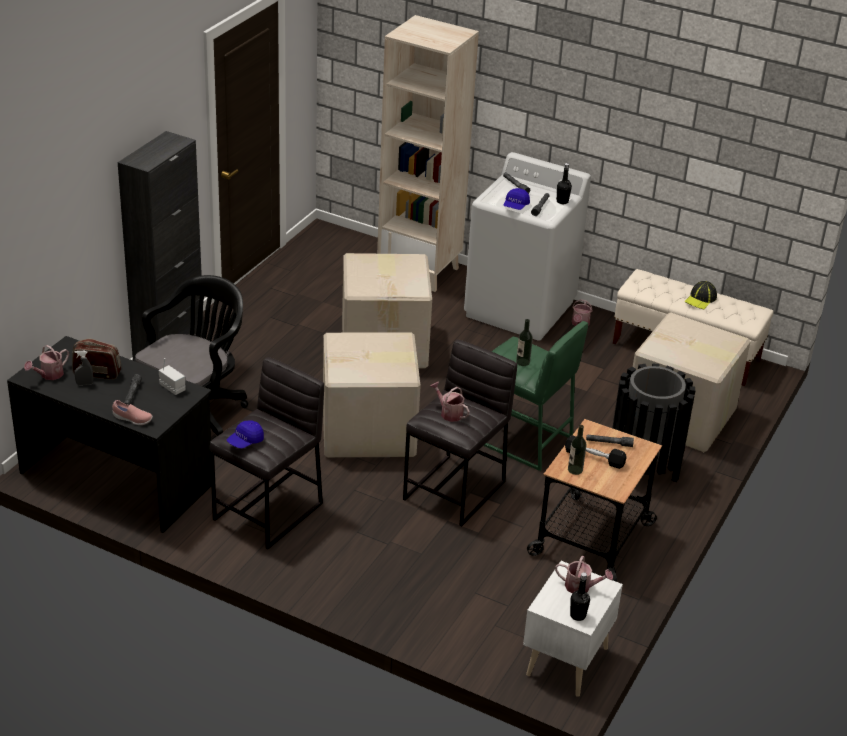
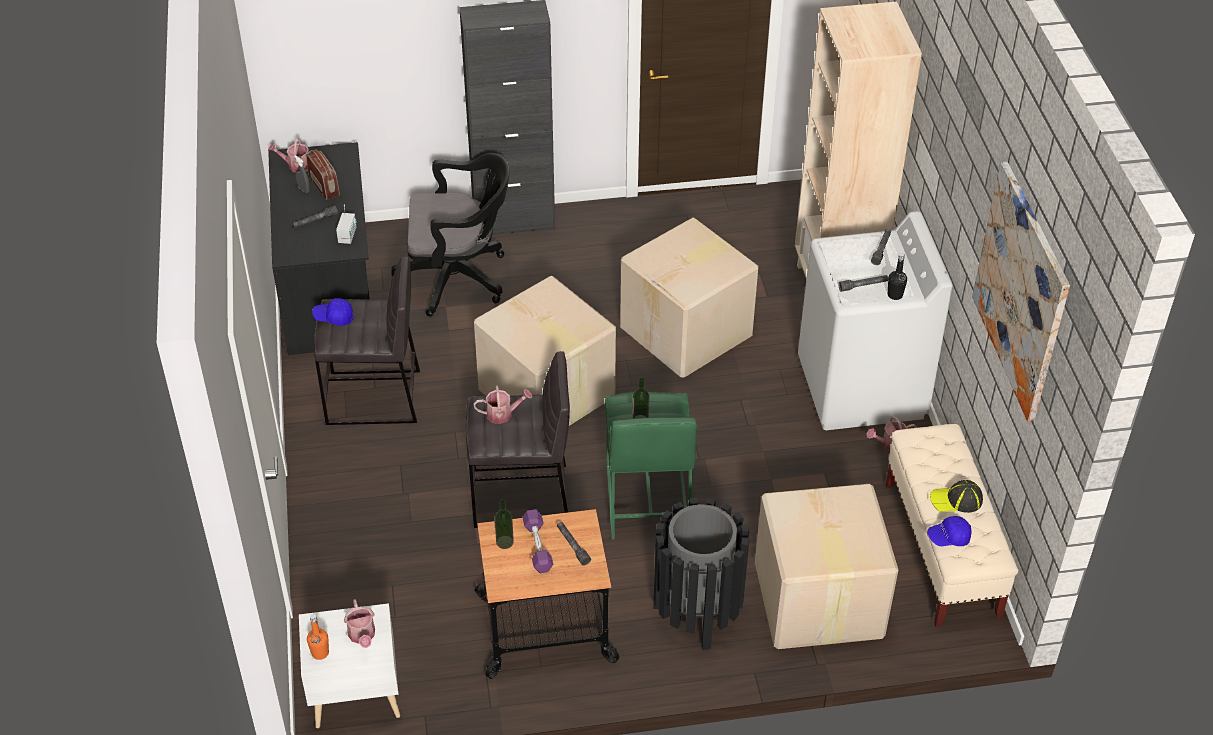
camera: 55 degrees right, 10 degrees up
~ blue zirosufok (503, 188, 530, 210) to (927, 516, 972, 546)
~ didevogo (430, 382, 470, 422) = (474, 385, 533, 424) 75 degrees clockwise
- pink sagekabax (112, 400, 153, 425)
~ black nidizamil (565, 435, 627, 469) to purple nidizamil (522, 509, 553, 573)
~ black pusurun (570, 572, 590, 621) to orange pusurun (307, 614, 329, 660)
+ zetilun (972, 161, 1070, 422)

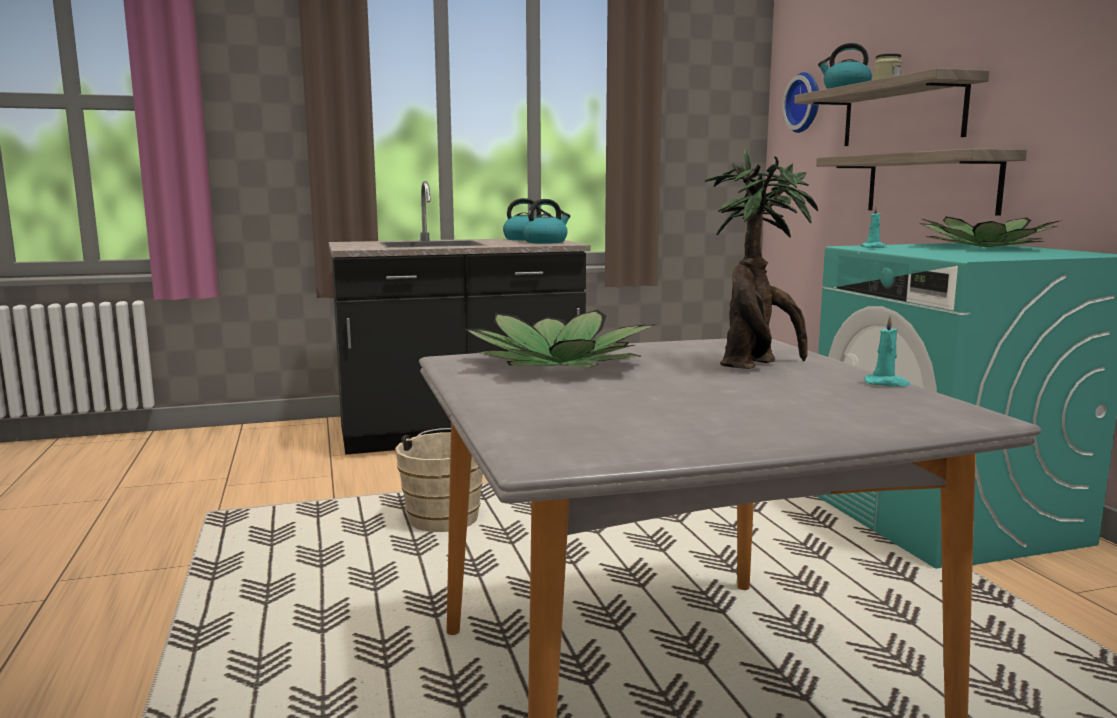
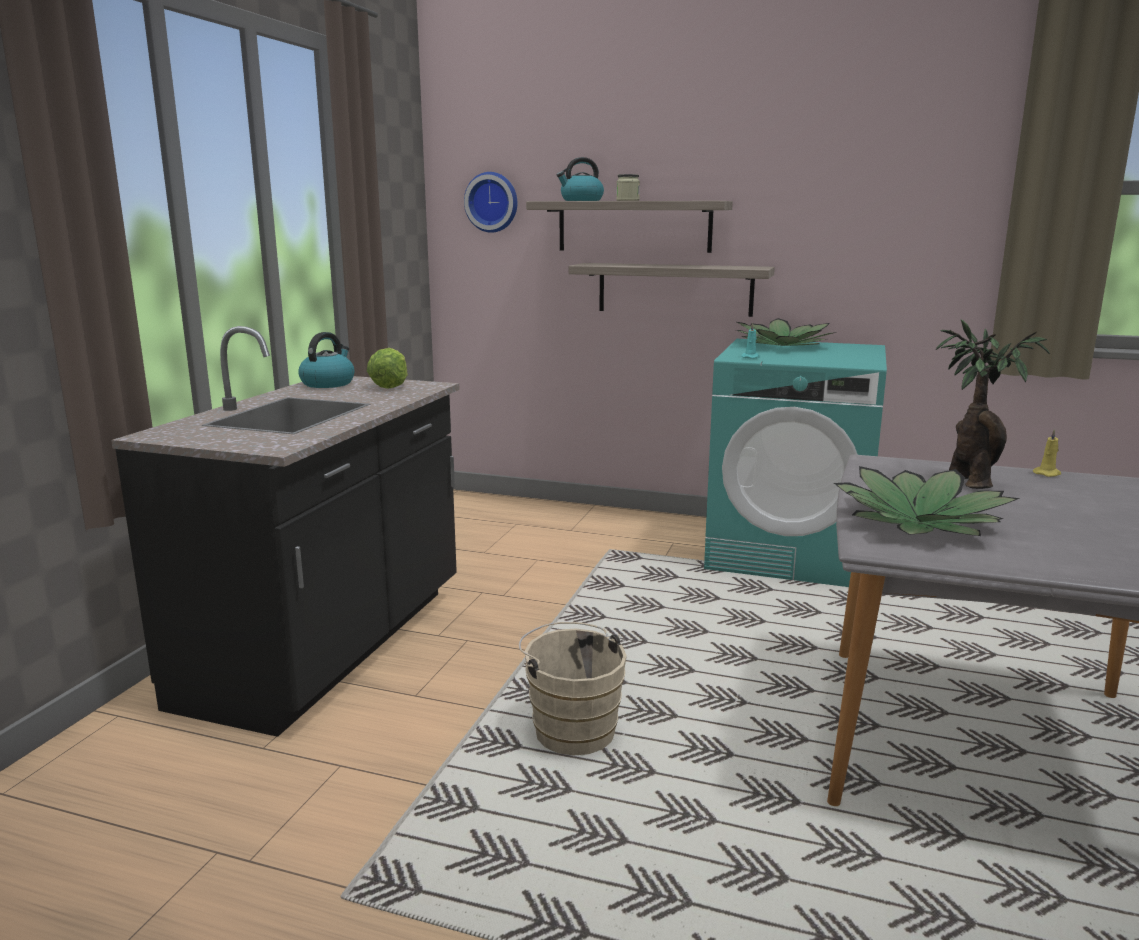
camera: 55 degrees left, 5 degrees up
~ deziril (523, 199, 570, 244) to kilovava (367, 348, 408, 389)
~ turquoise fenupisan (864, 315, 910, 387) to yellow fenupisan (1033, 429, 1061, 477)

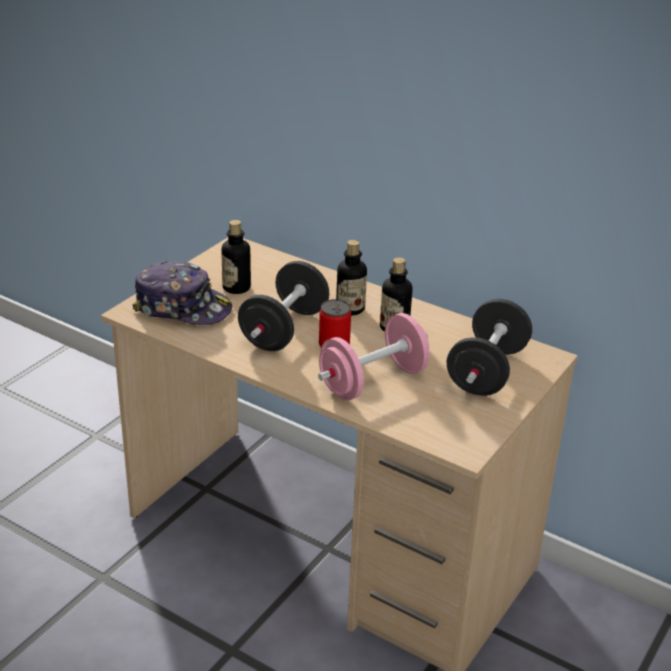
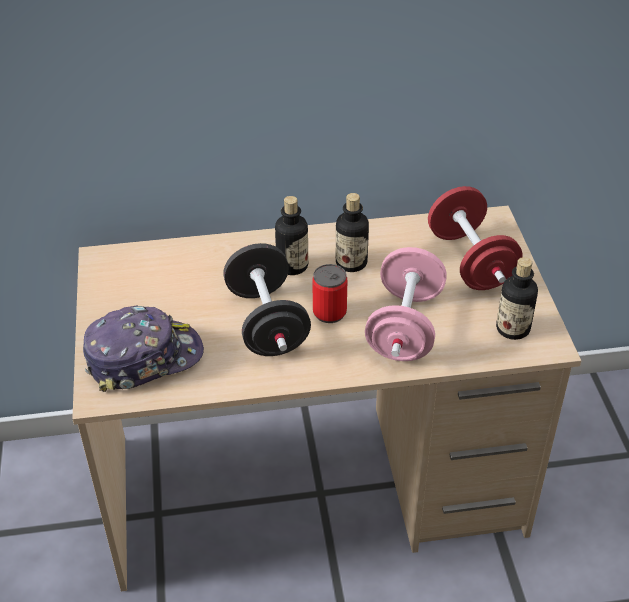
camera: 40 degrees left, 10 degrees up
~ pusurun (221, 220, 251, 294) to (496, 257, 538, 340)
~ black nidizamil (447, 299, 532, 396) to red nidizamil (428, 186, 523, 290)

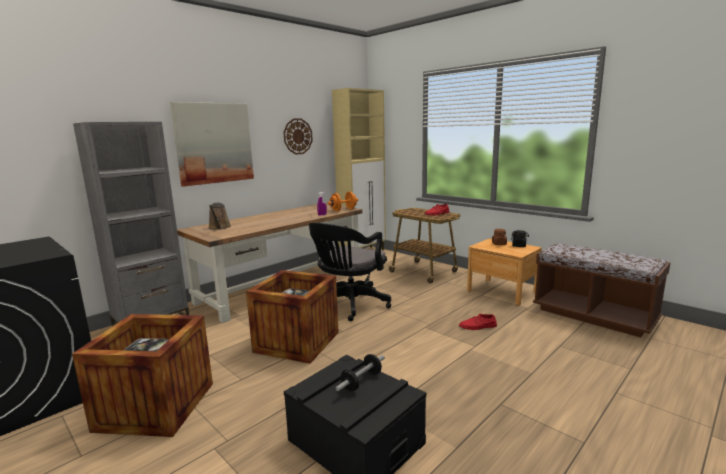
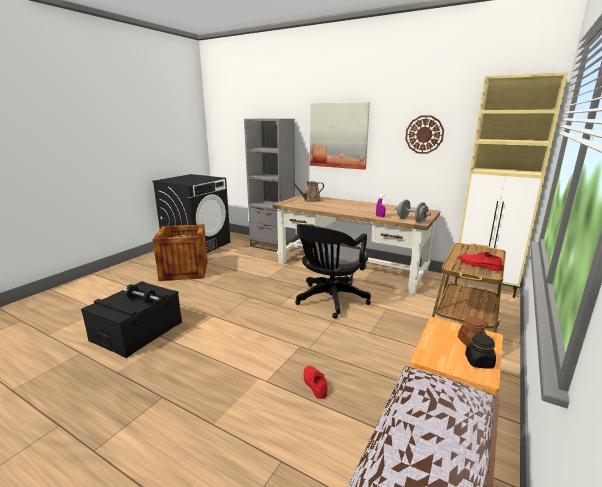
camera: 75 degrees right, 5 degrees up
~ orange nidizamil (328, 192, 358, 211) to grey nidizamil (395, 200, 431, 223)
~ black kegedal (309, 223, 391, 321) = (295, 224, 371, 319) 75 degrees counterclockwise
- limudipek (246, 270, 339, 364)

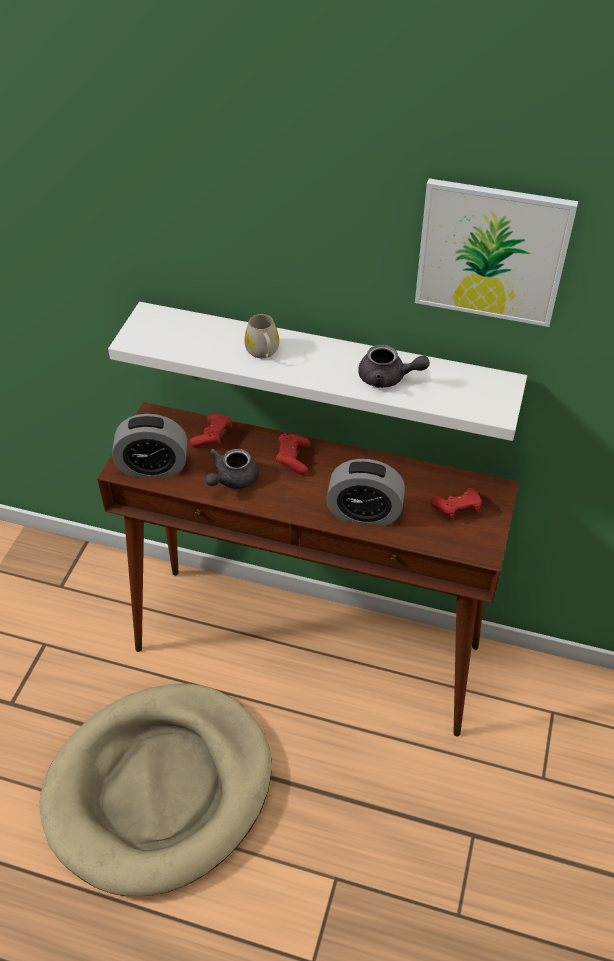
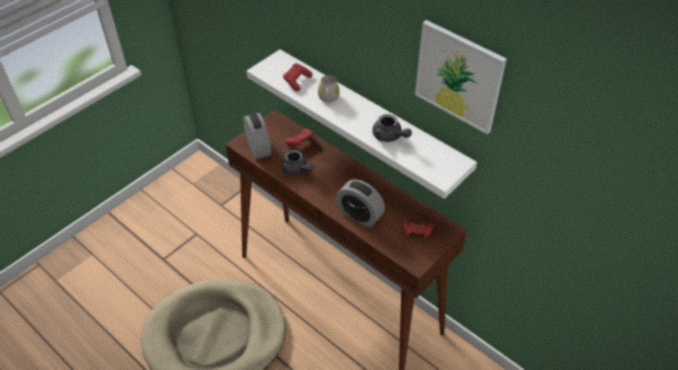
camera: 25 degrees right, 0 degrees up
~ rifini (112, 414, 187, 477) = (243, 113, 271, 159) 135 degrees counterclockwise
~ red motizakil (276, 433, 310, 475) to (283, 63, 313, 91)
~ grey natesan (205, 449, 259, 489) = (281, 150, 313, 175) 105 degrees counterclockwise

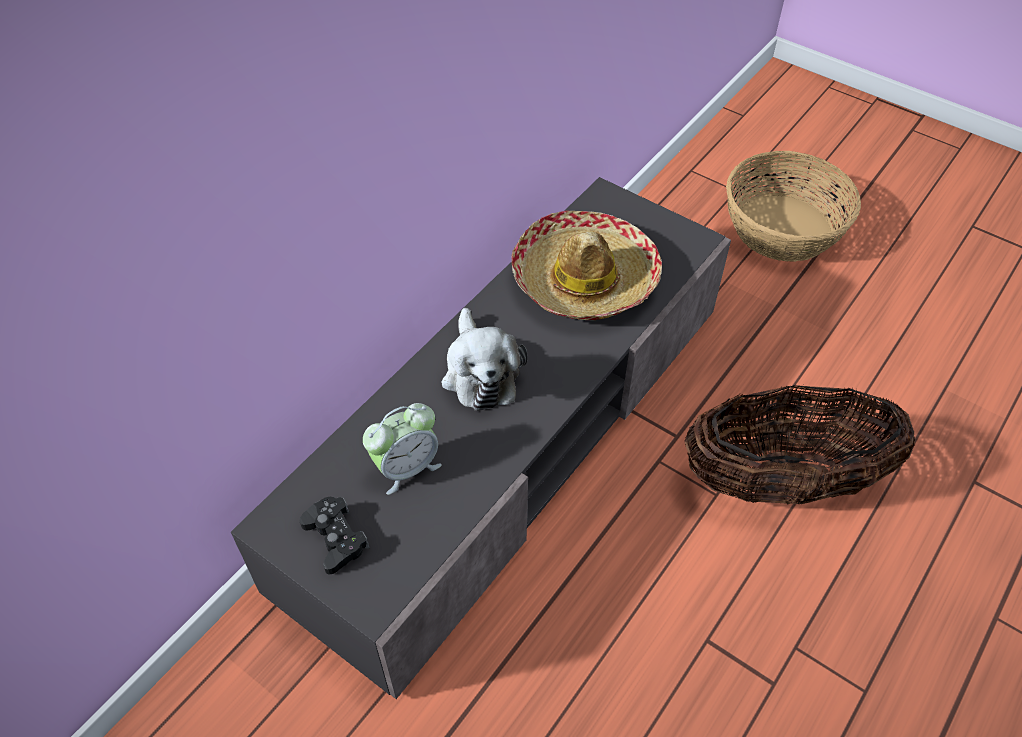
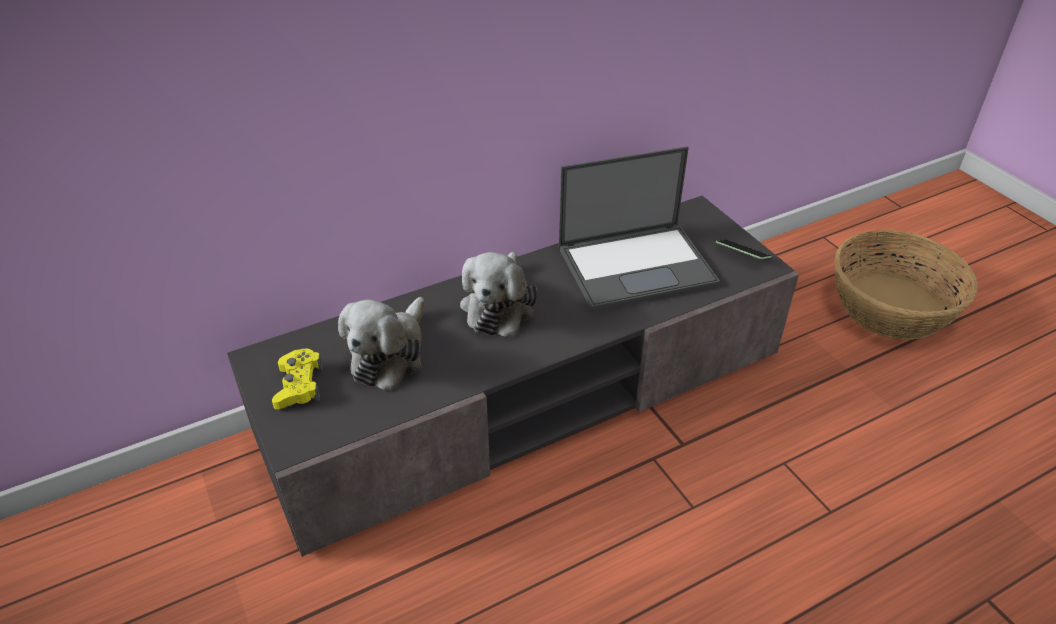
camera: 25 degrees right, 10 degrees down
~ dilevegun (511, 210, 662, 320) to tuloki (559, 146, 720, 312)
- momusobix (684, 385, 915, 504)
~ rifini (363, 403, 442, 495) to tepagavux (338, 297, 425, 391)
~ black motizakil (300, 497, 370, 575) to yellow motizakil (272, 348, 323, 409)
+ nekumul (716, 240, 772, 259)

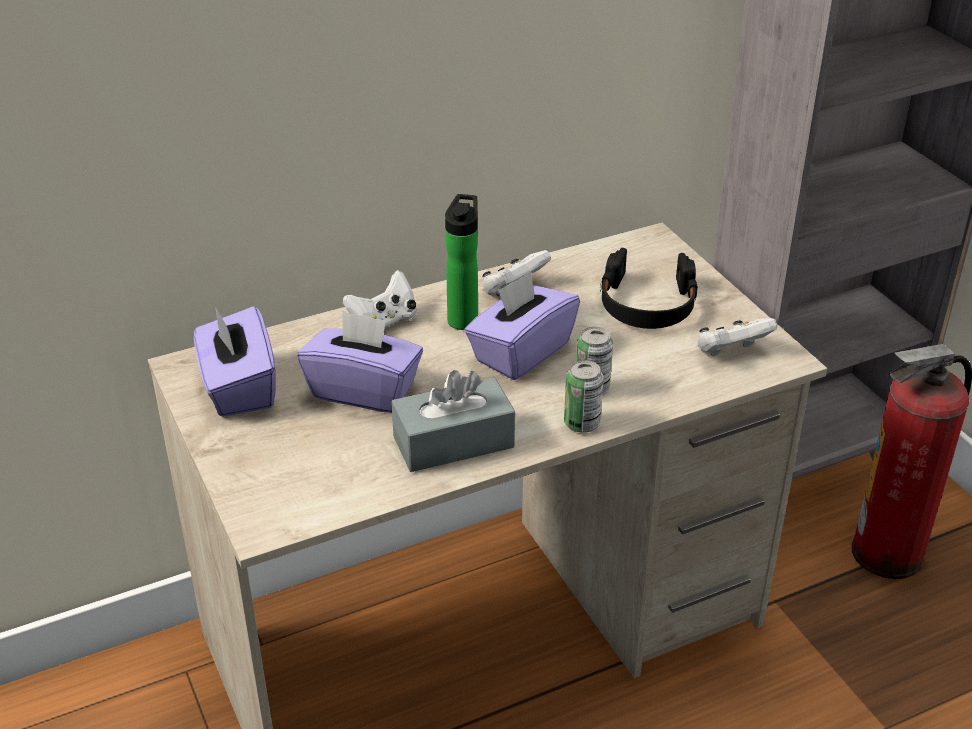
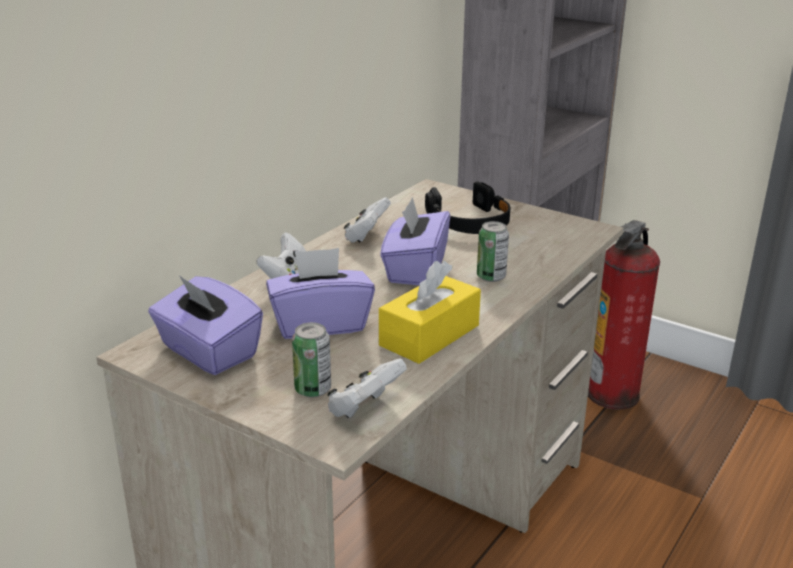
camera: 30 degrees left, 10 degrees down
- pusurun (445, 194, 478, 330)
~ white motizakil (697, 318, 777, 356) to (328, 358, 407, 418)
~ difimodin (564, 360, 604, 433) to (292, 322, 331, 398)
~ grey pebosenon (391, 370, 515, 472) to yellow pebosenon (379, 261, 481, 364)

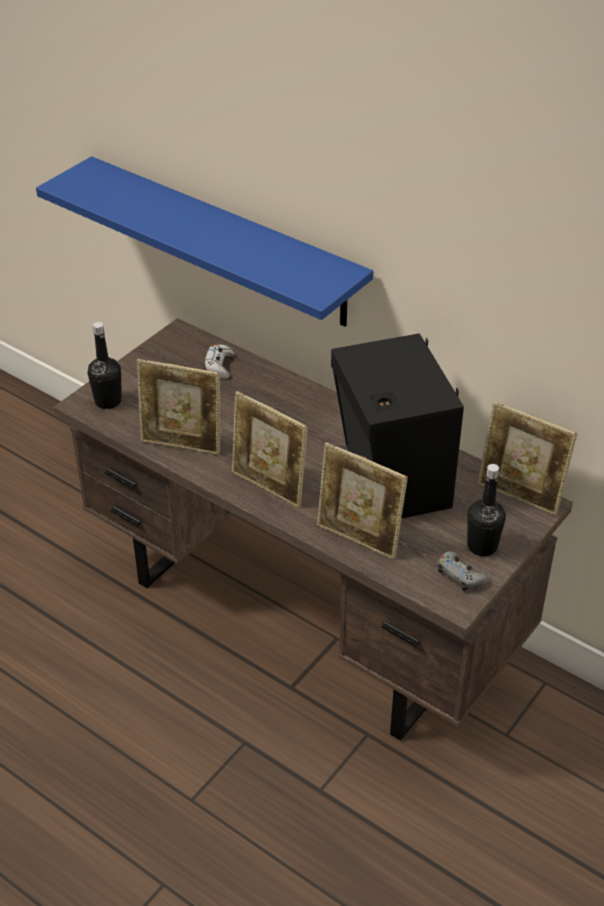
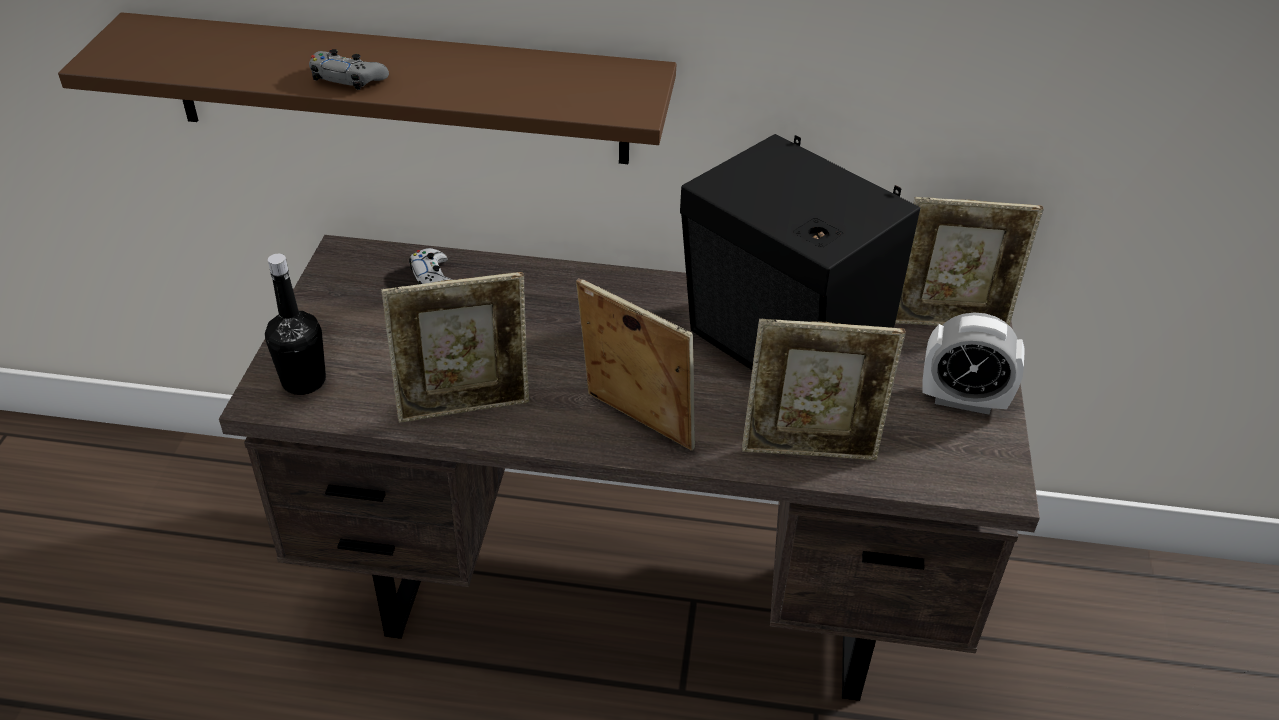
camera: 30 degrees left, 0 degrees up
~ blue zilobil (36, 156, 373, 327) to brown zilobil (58, 12, 676, 164)
~ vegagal (232, 391, 308, 508) = (576, 278, 695, 451) 150 degrees counterclockwise
~ black pusurun (467, 464, 506, 557) to rifini (922, 313, 1025, 414)
~ grey motizakil (438, 551, 489, 591) to (309, 49, 389, 90)

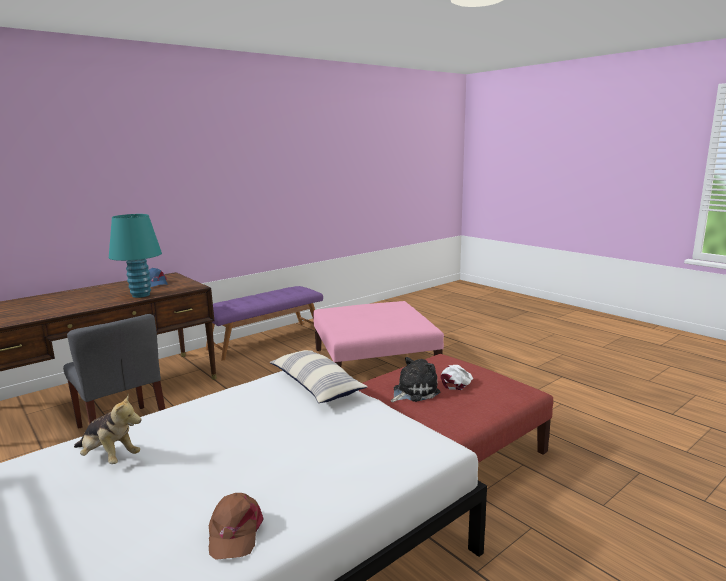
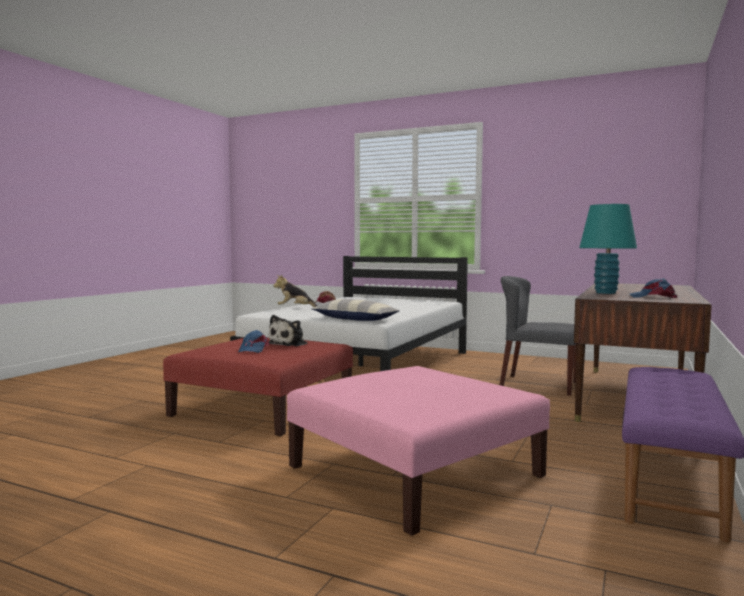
camera: 155 degrees right, 10 degrees down
~ white zirosufok (440, 365, 473, 390) to blue zirosufok (239, 330, 269, 353)
~ tepagavux (74, 394, 142, 464) to (273, 275, 318, 307)

